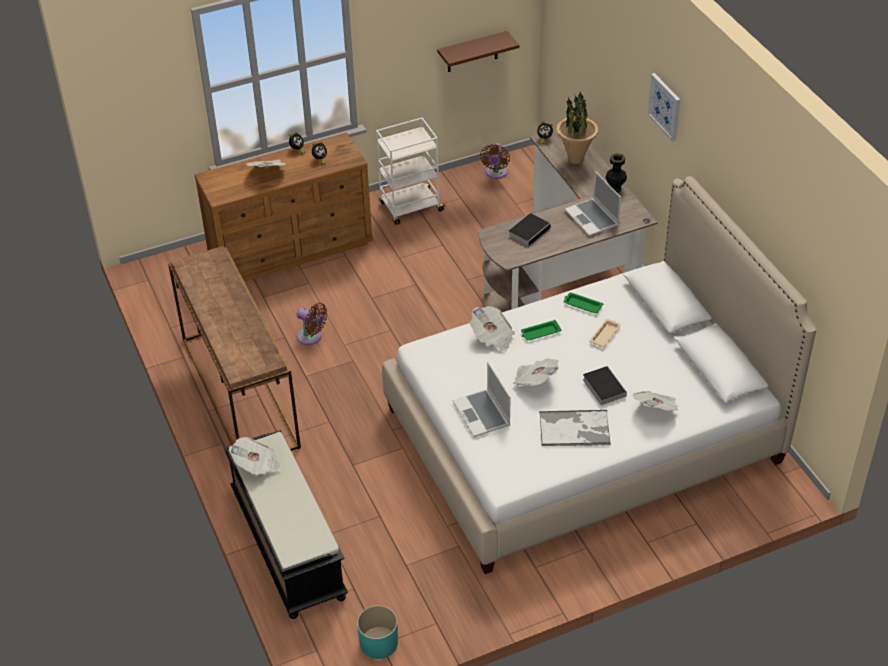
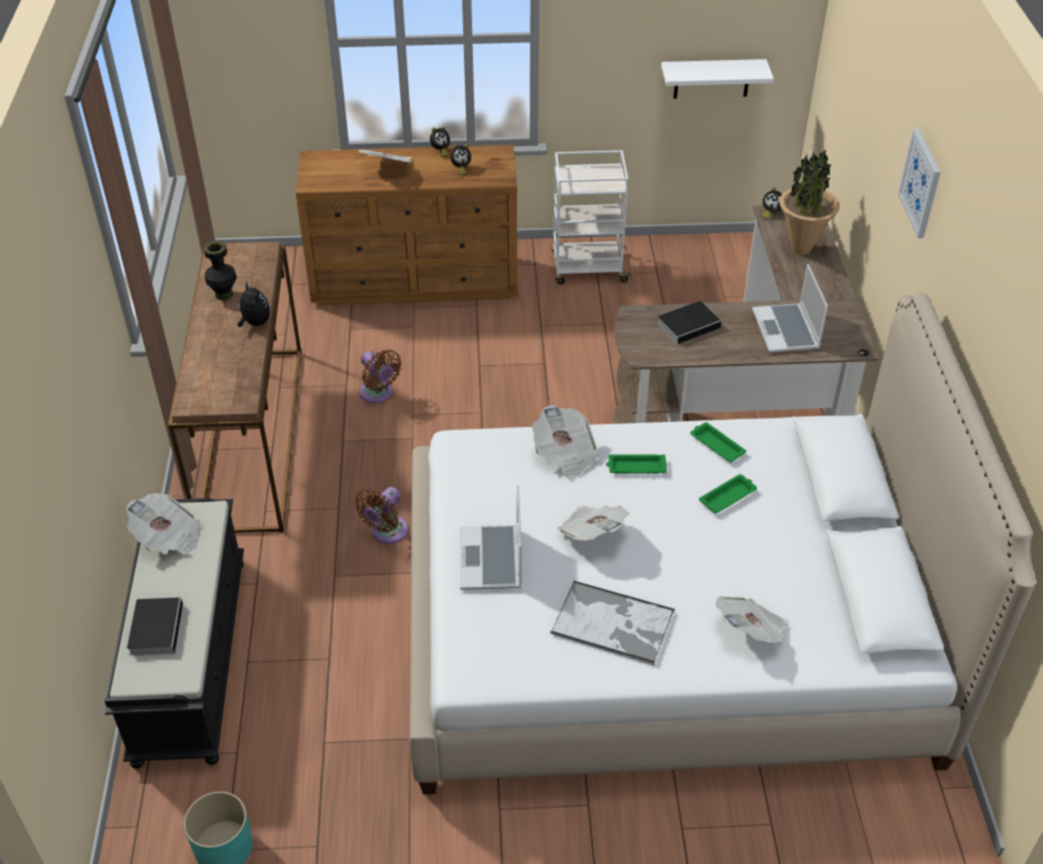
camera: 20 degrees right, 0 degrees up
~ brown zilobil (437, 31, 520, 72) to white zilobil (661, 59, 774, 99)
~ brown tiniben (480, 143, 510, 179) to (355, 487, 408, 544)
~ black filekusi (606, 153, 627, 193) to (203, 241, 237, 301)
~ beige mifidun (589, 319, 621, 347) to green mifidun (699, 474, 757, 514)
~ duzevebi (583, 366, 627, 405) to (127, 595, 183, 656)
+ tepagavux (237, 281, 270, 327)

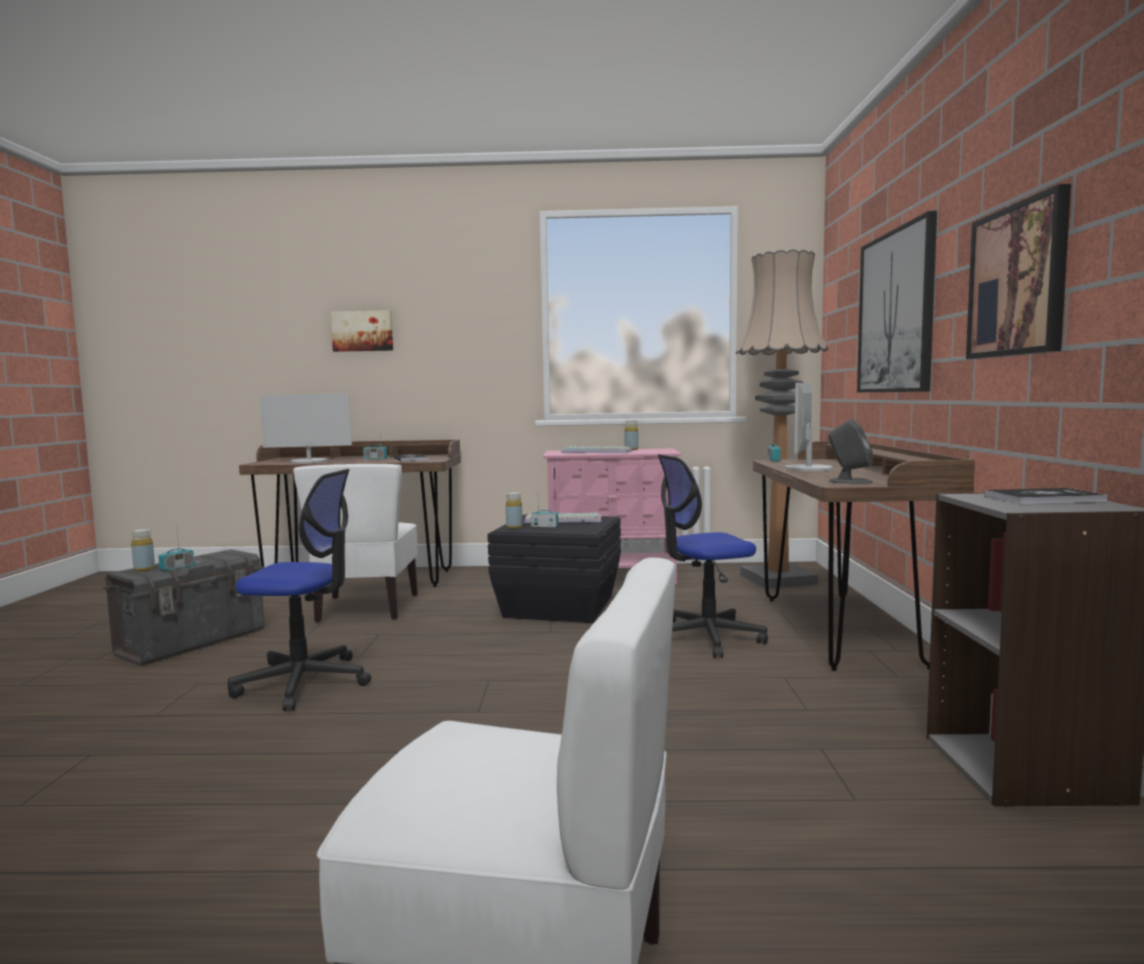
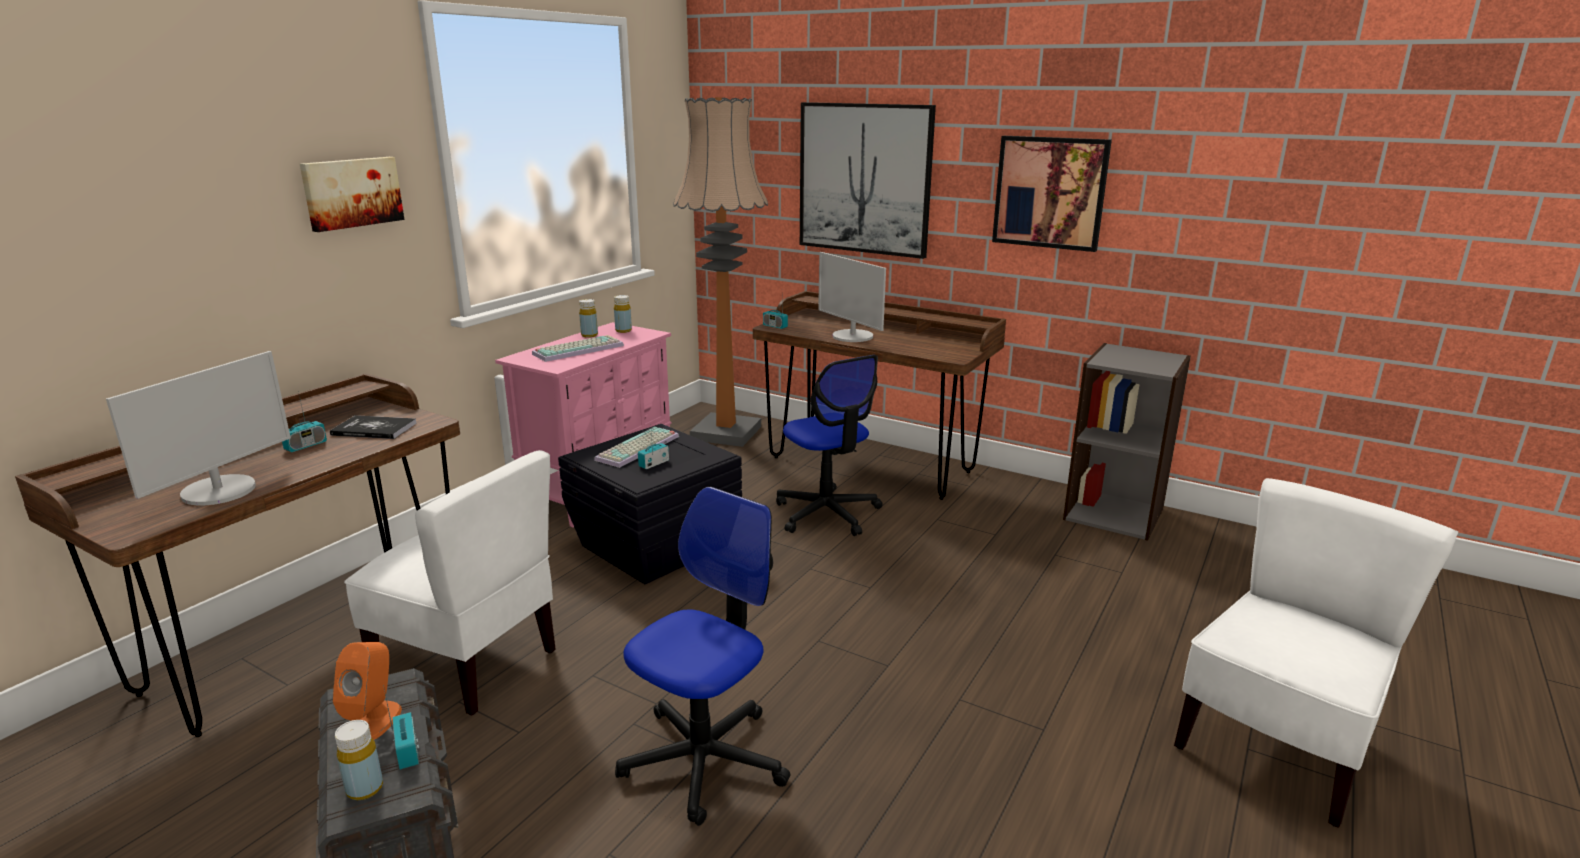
camera: 60 degrees left, 15 degrees up
~ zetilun (331, 310, 393, 352) to (300, 157, 405, 232)
- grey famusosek (828, 419, 873, 484)
~ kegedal (658, 454, 768, 658) = (776, 355, 883, 536) 45 degrees counterclockwise
- duzevebi (985, 488, 1108, 504)
~ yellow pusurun (506, 492, 523, 529) to (614, 295, 632, 333)
+ orange famusosek (333, 642, 402, 740)

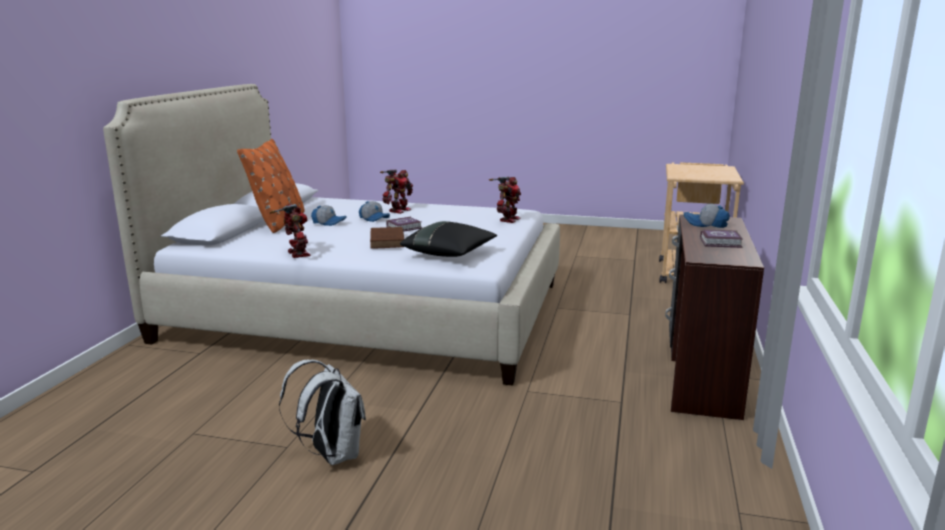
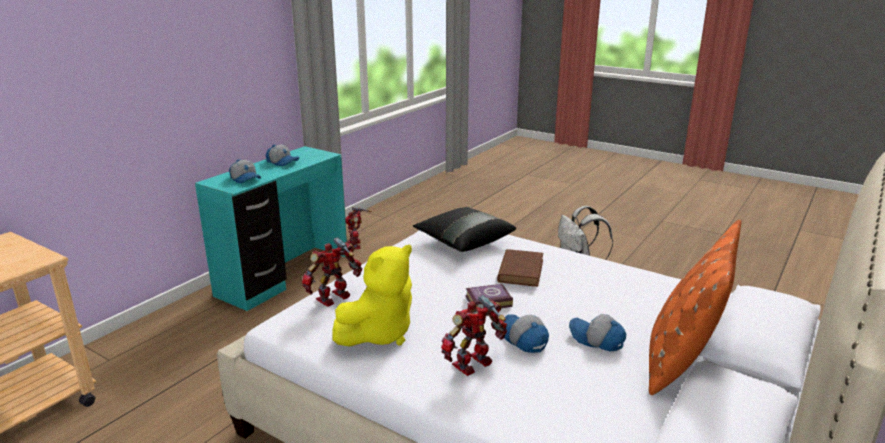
camera: 160 degrees left, 5 degrees up
~ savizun (269, 204, 311, 258) to (345, 207, 372, 249)
~ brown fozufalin (665, 214, 764, 420) to turquoise fozufalin (195, 146, 347, 311)
~ duzevebi (700, 229, 743, 248) to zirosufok (266, 145, 299, 166)
+ yellow tepagavux (332, 245, 412, 347)

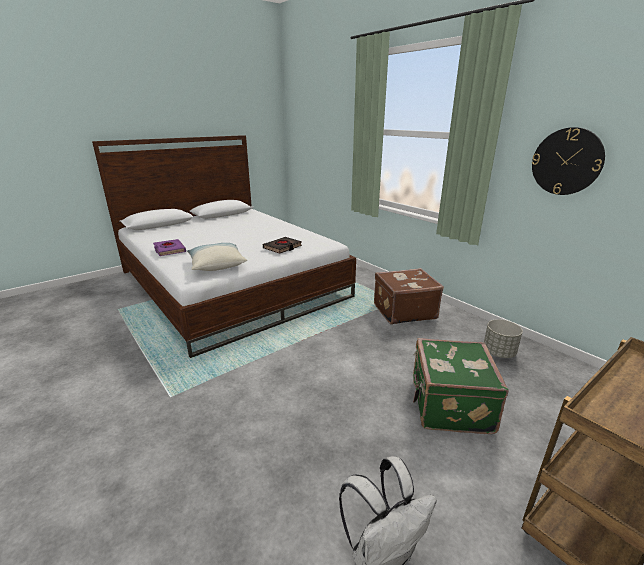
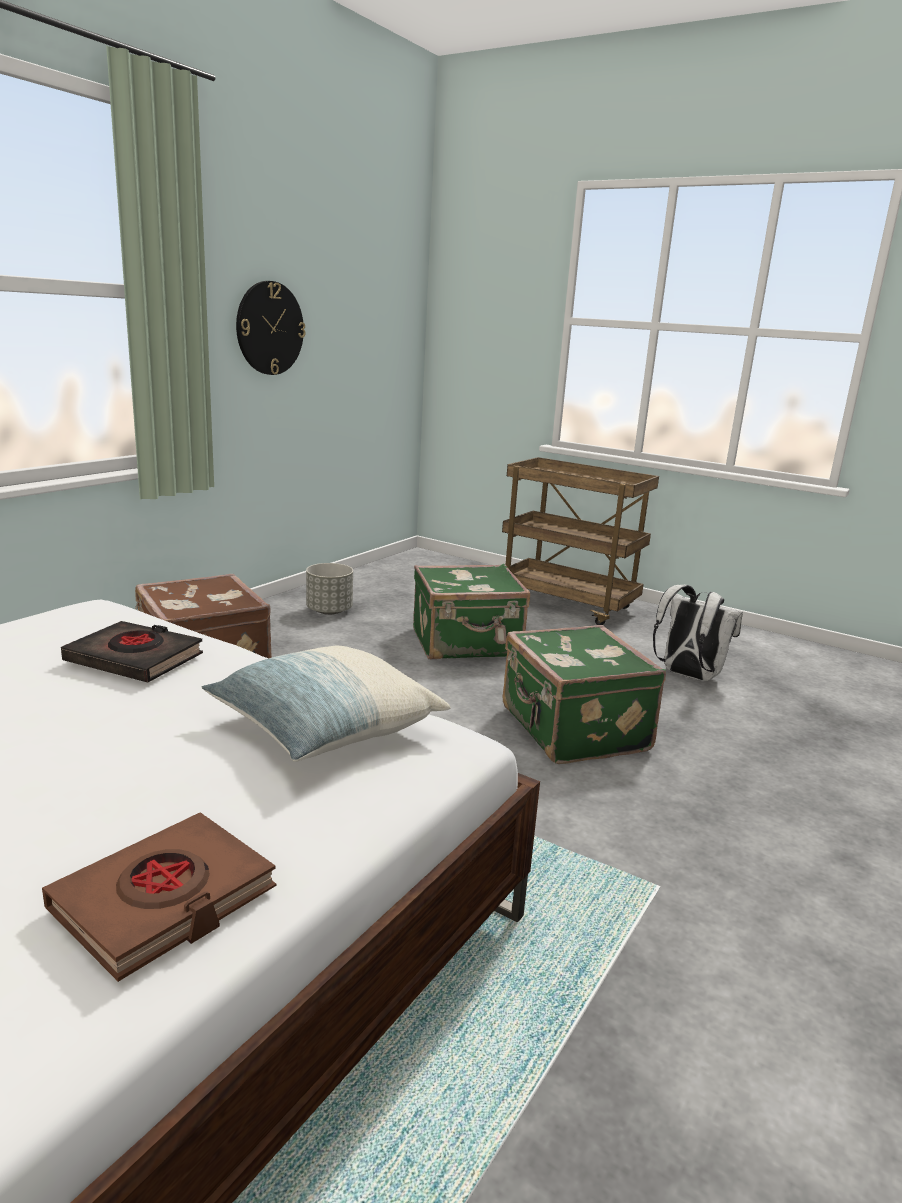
camera: 110 degrees left, 5 degrees down
~ purple duzevebi (153, 239, 186, 256) to brown duzevebi (42, 813, 276, 982)
+ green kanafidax (503, 625, 666, 764)

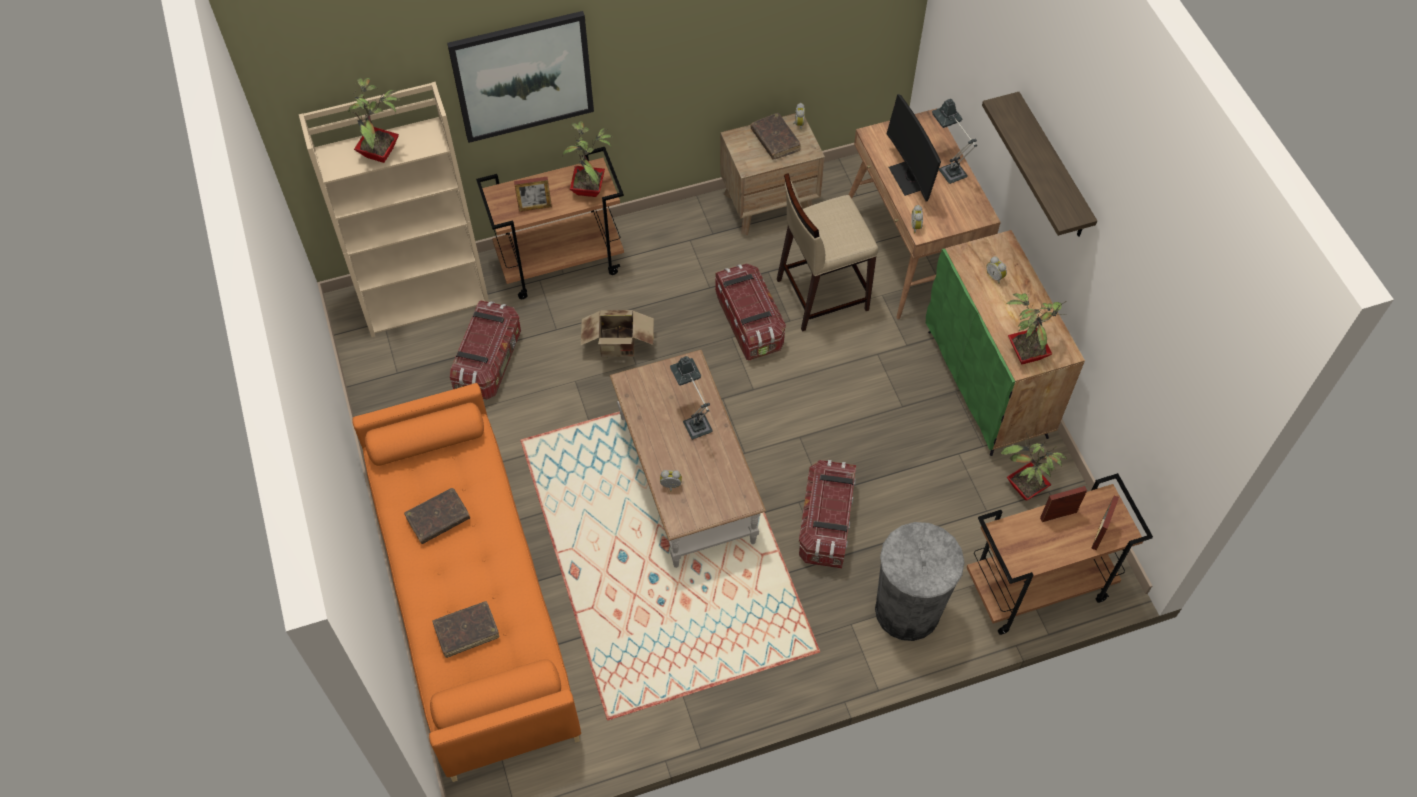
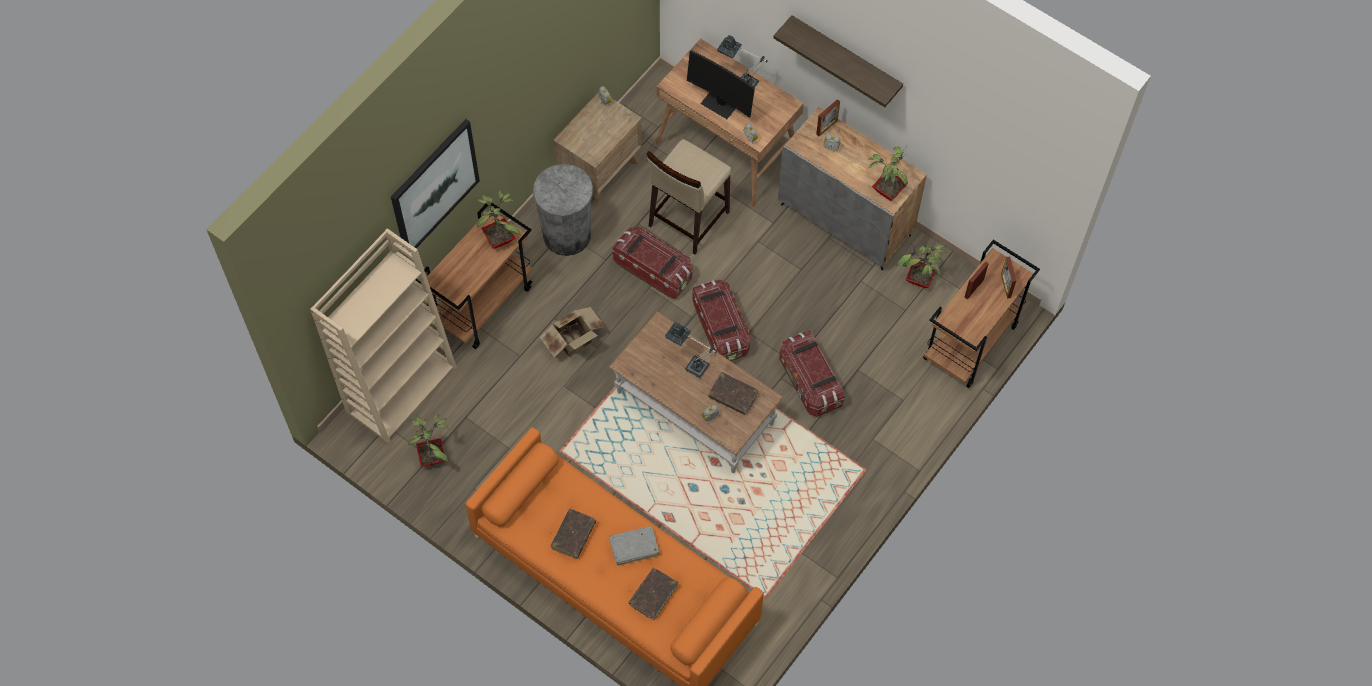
camera: 35 degrees left, 5 degrees up
~ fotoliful (348, 78, 400, 163) to (408, 414, 448, 467)
~ brown duzevebi (751, 113, 800, 160) to (708, 372, 758, 415)
~ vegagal (514, 177, 552, 212) to (816, 99, 840, 136)
~ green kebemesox (926, 230, 1085, 456) to grey kebemesox (778, 106, 927, 270)
~ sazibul (450, 301, 521, 400) to (692, 279, 751, 361)
~ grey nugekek (875, 522, 965, 641) to (533, 164, 593, 256)
+ grey duzevebi (609, 526, 659, 566)

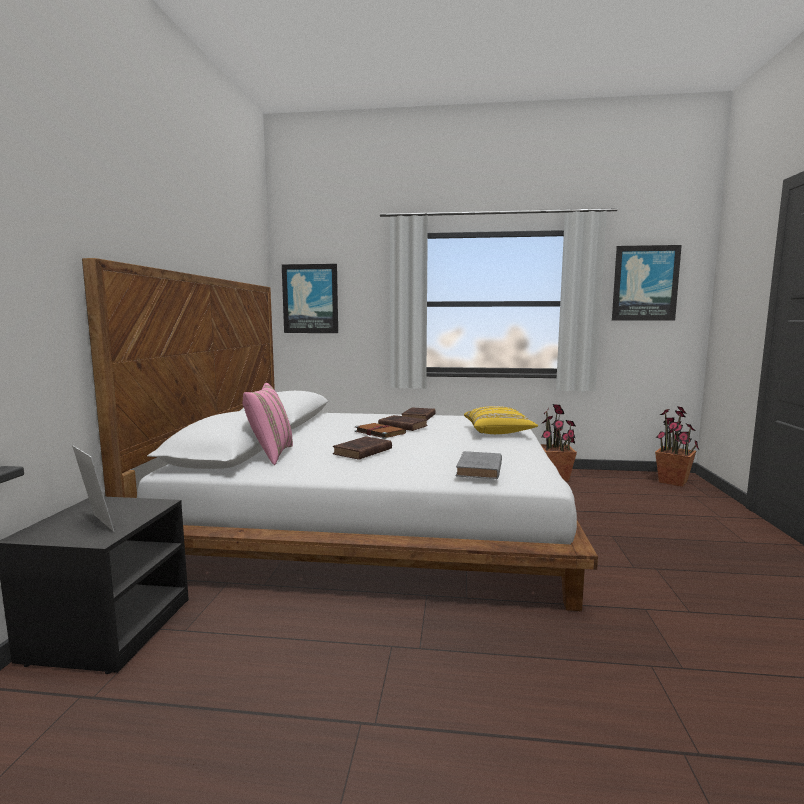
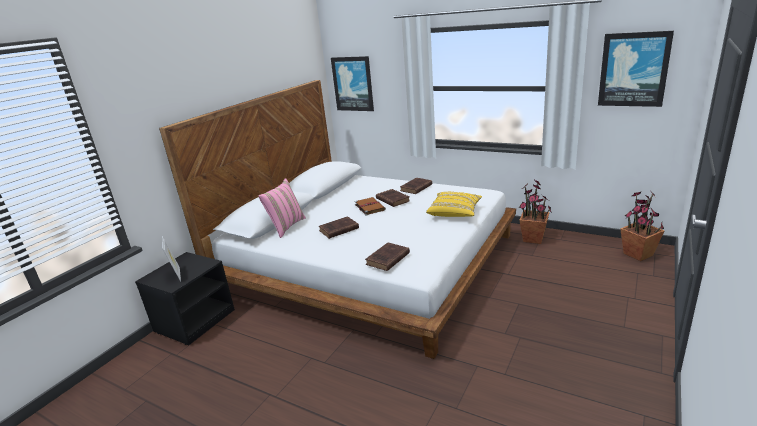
camera: 25 degrees right, 15 degrees up
~ grey duzevebi (456, 451, 502, 479) to brown duzevebi (365, 242, 410, 271)

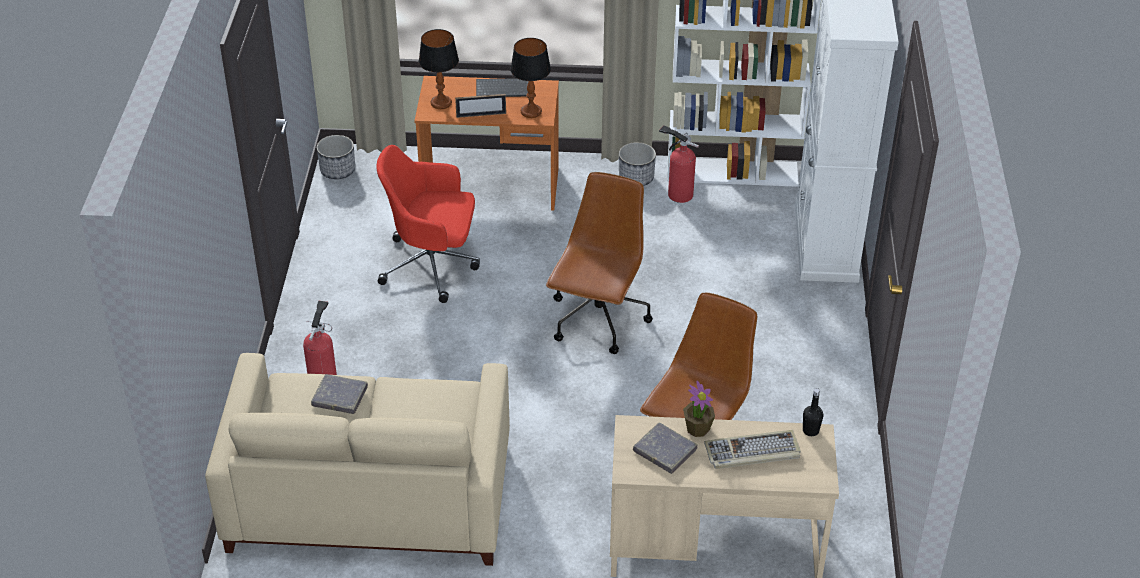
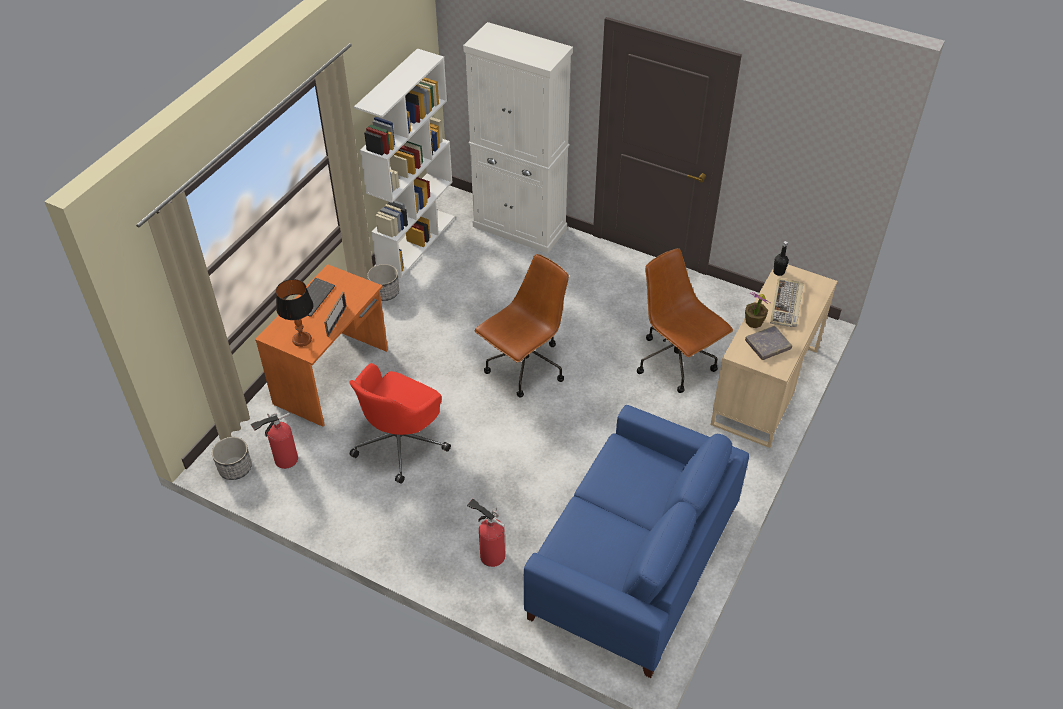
camera: 65 degrees left, 5 degrees up
- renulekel (510, 38, 551, 118)
~ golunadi (659, 125, 699, 203) to (251, 413, 298, 469)
~ brown kegedal (546, 172, 653, 354) = (475, 254, 569, 398) 90 degrees clockwise
~ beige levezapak (205, 353, 510, 566) to blue levezapak (524, 405, 749, 678)
- grey duzevebi (311, 374, 368, 414)

